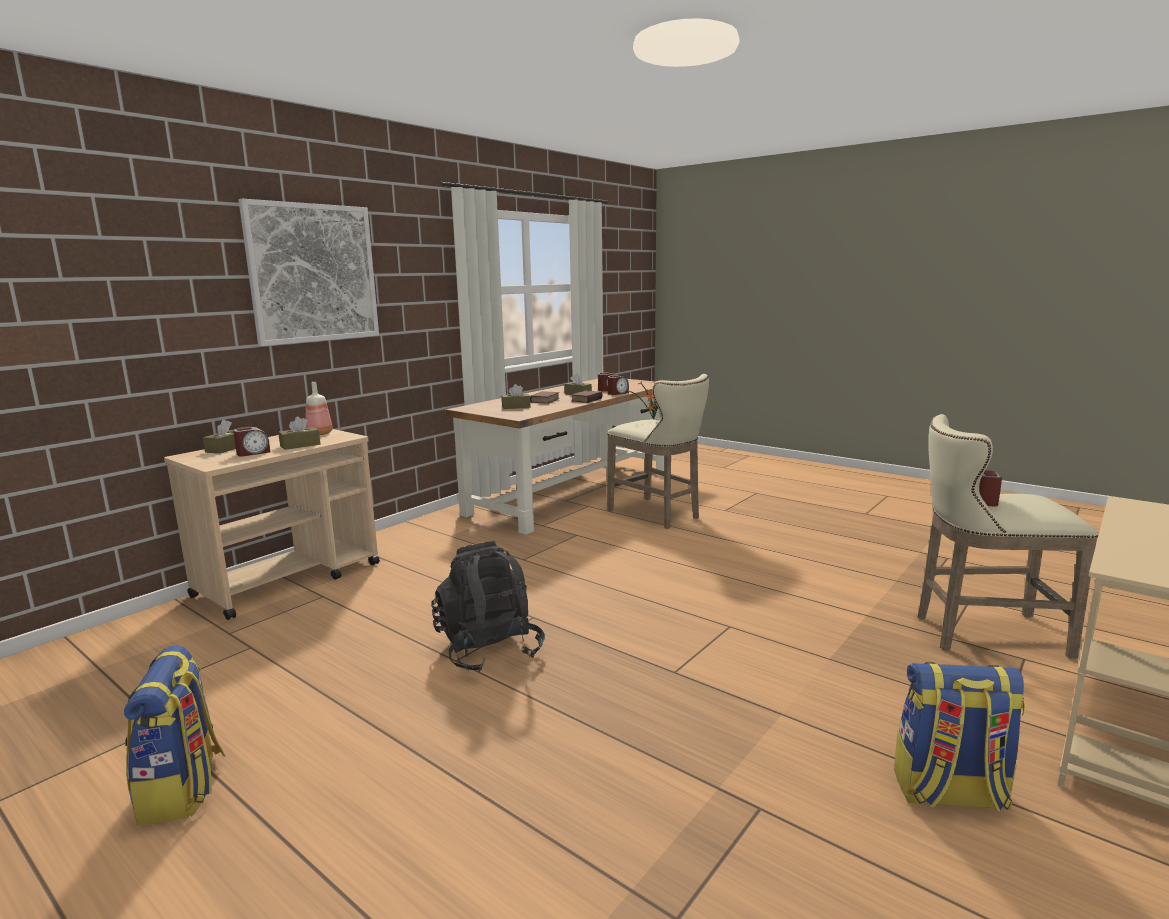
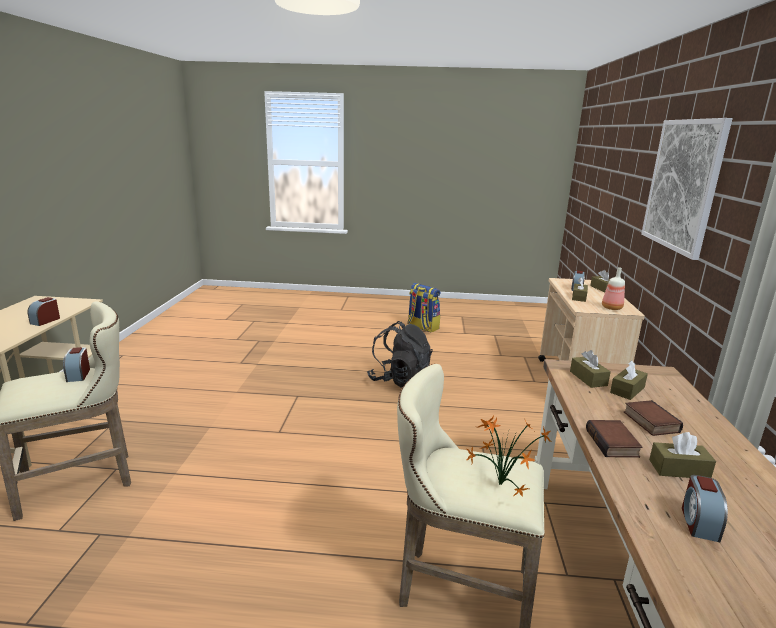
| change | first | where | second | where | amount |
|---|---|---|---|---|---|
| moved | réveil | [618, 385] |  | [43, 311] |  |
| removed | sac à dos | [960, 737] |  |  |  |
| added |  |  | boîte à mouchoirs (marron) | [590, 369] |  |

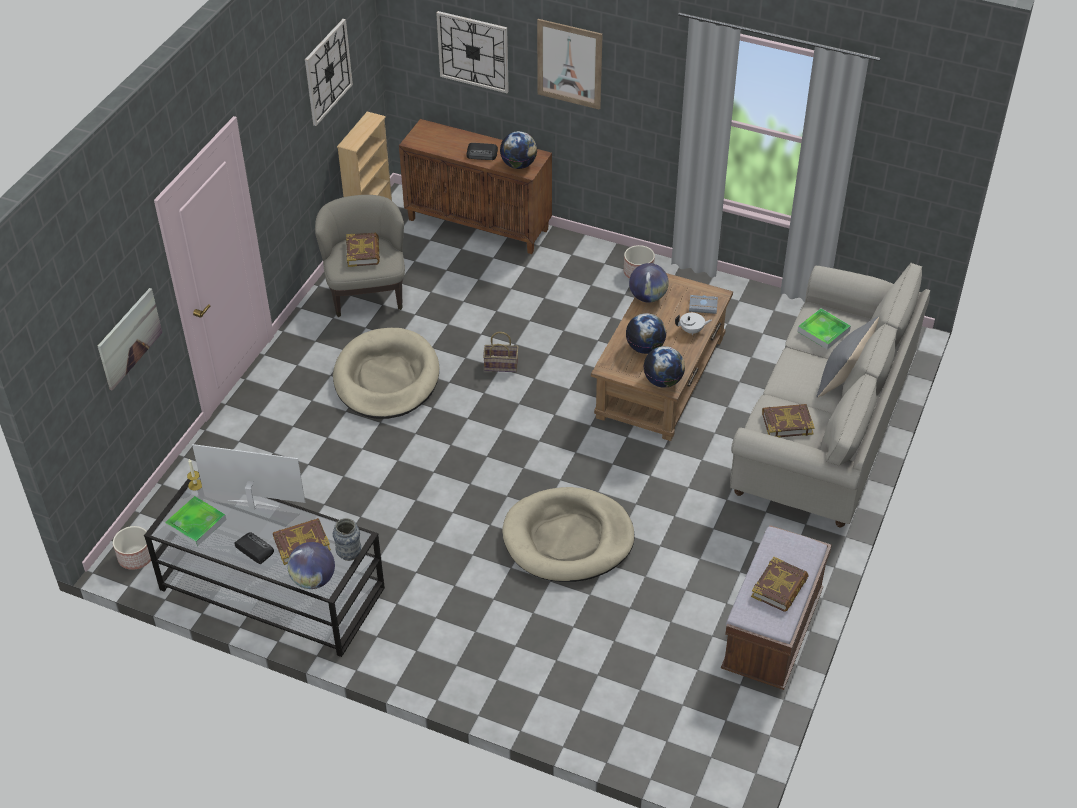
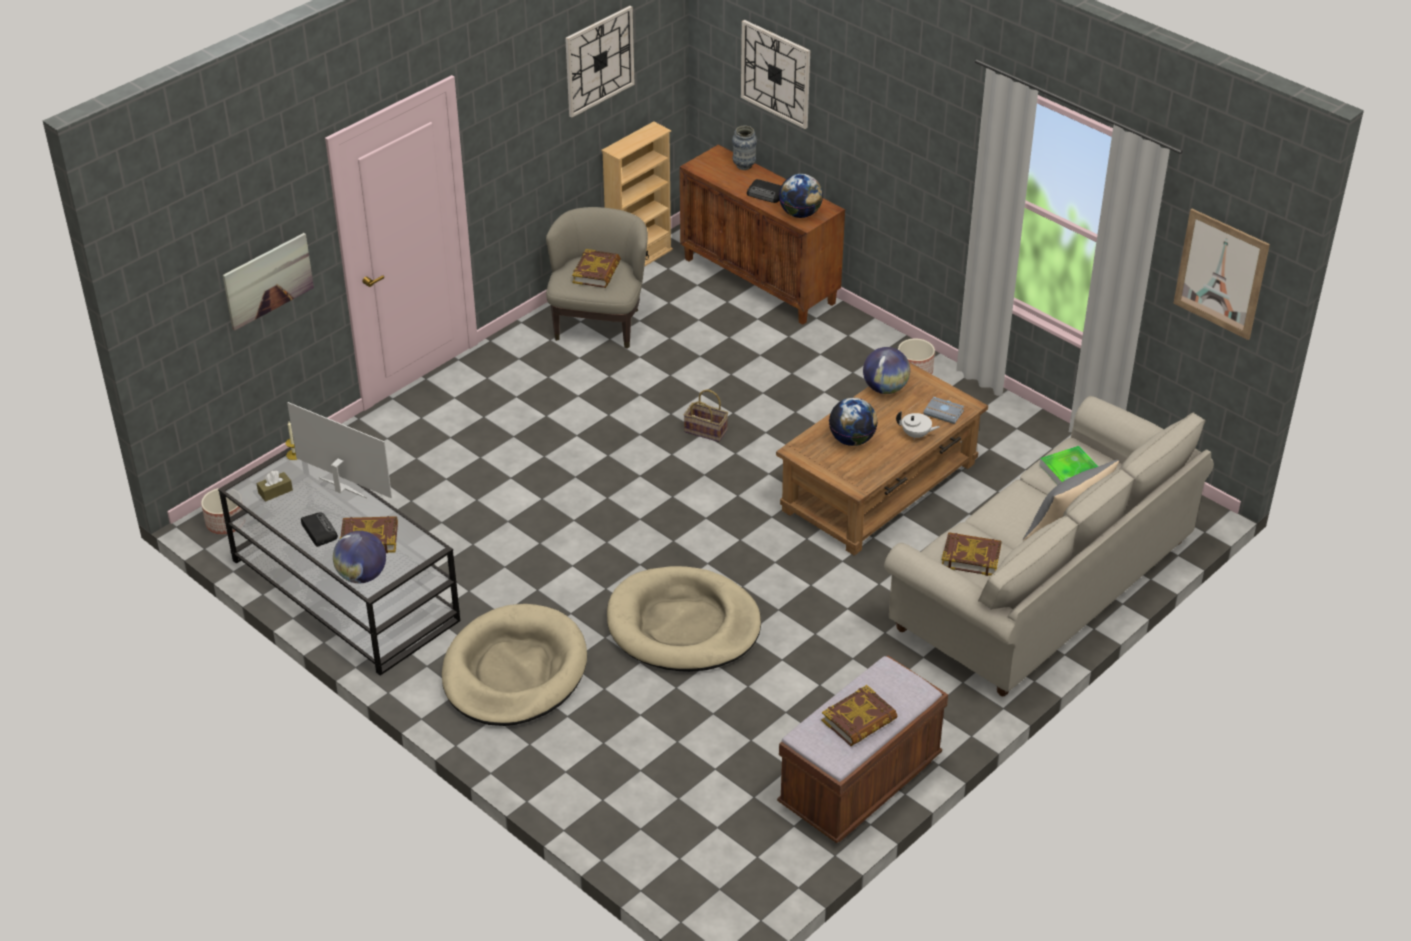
| change | first | where | second | where | amount |
|---|---|---|---|---|---|
| moved | tableau | [570, 64] |  | [1221, 274] |  |
| moved | panier pour chien (beige) | [386, 373] |  | [514, 665] |  |
| removed | globe | [664, 367] |  |  |  |
| replaced | plateau | [196, 521] | boîte à mouchoirs (marron) | [275, 486] |  |
| moved | vase | [347, 539] |  | [744, 148] |  |

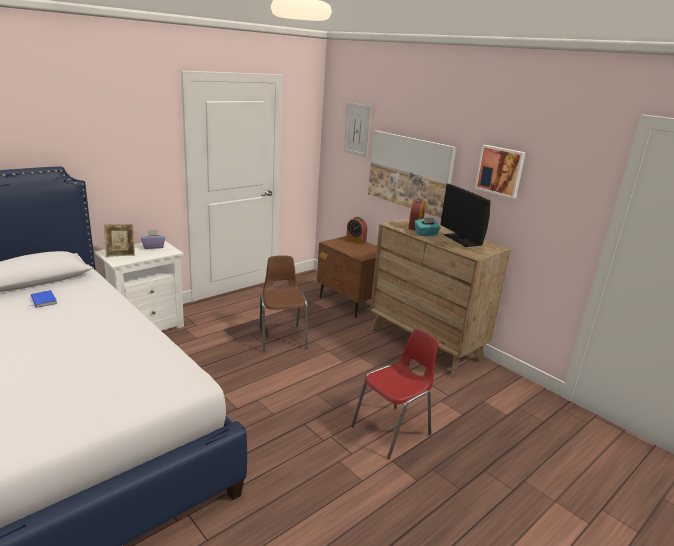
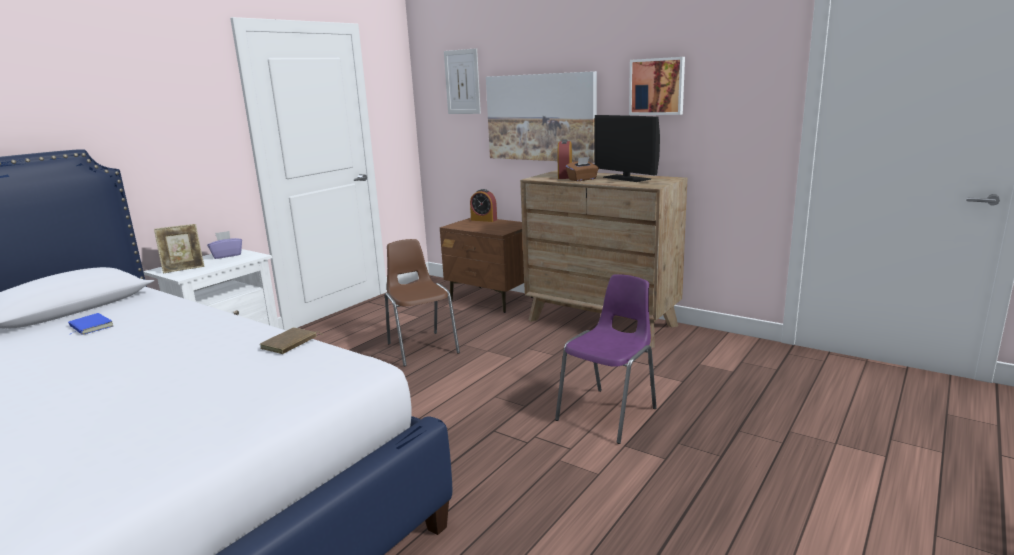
| change | first | where | second | where | amount |
|---|---|---|---|---|---|
| recoloured | boîte à mouchoirs (turquoise) | [427, 227] | boîte à mouchoirs (marron) | [582, 169] |  |
| recoloured | chaise (rouge) | [395, 393] | chaise (violet) | [606, 359] |  |
| added |  |  | livre (marron) | [291, 340] |  |

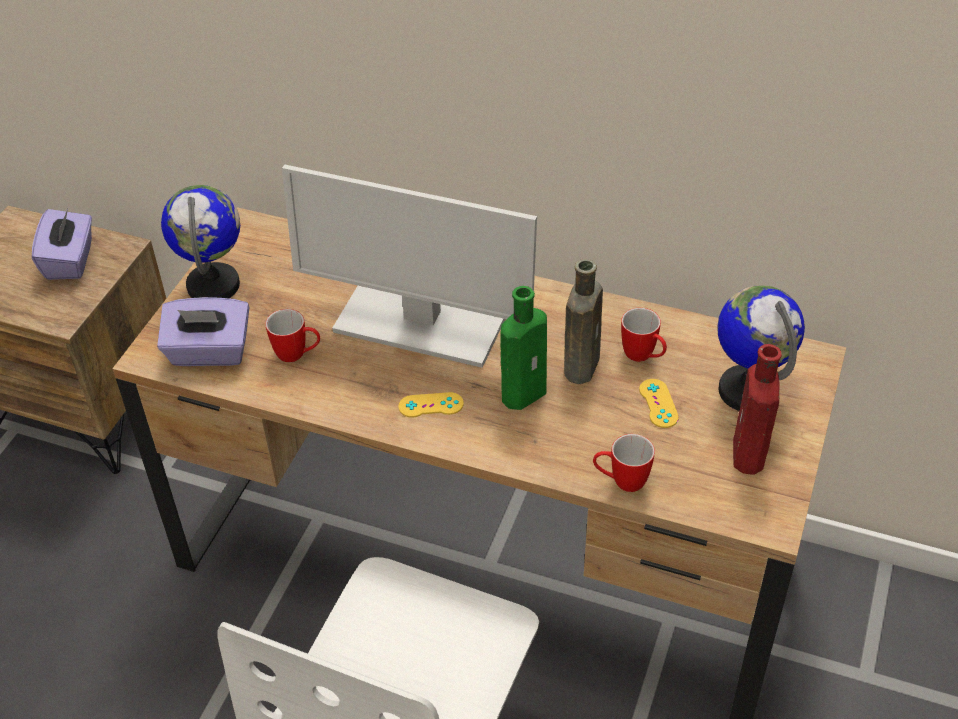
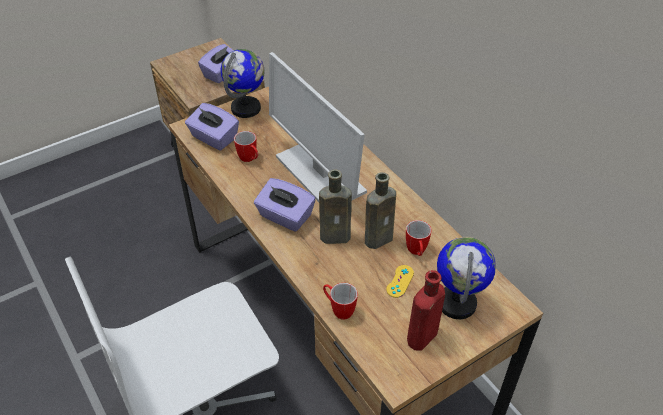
| change | first | where | second | where | amount |
|---|---|---|---|---|---|
| recoloured | bouteille (vert) | [524, 348] | bouteille (marron) | [335, 206] |  |
| replaced | manette (jaune) | [431, 405] | boîte à mouchoirs (violet) | [285, 205] |  |

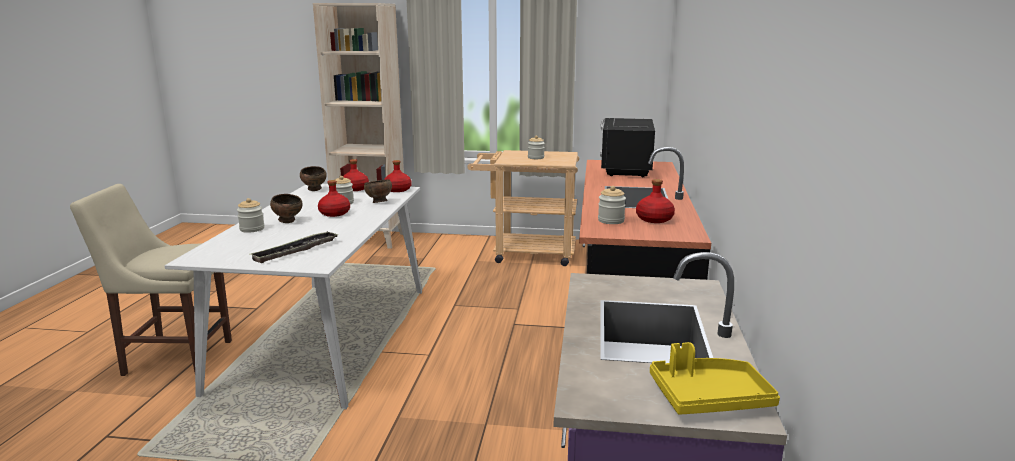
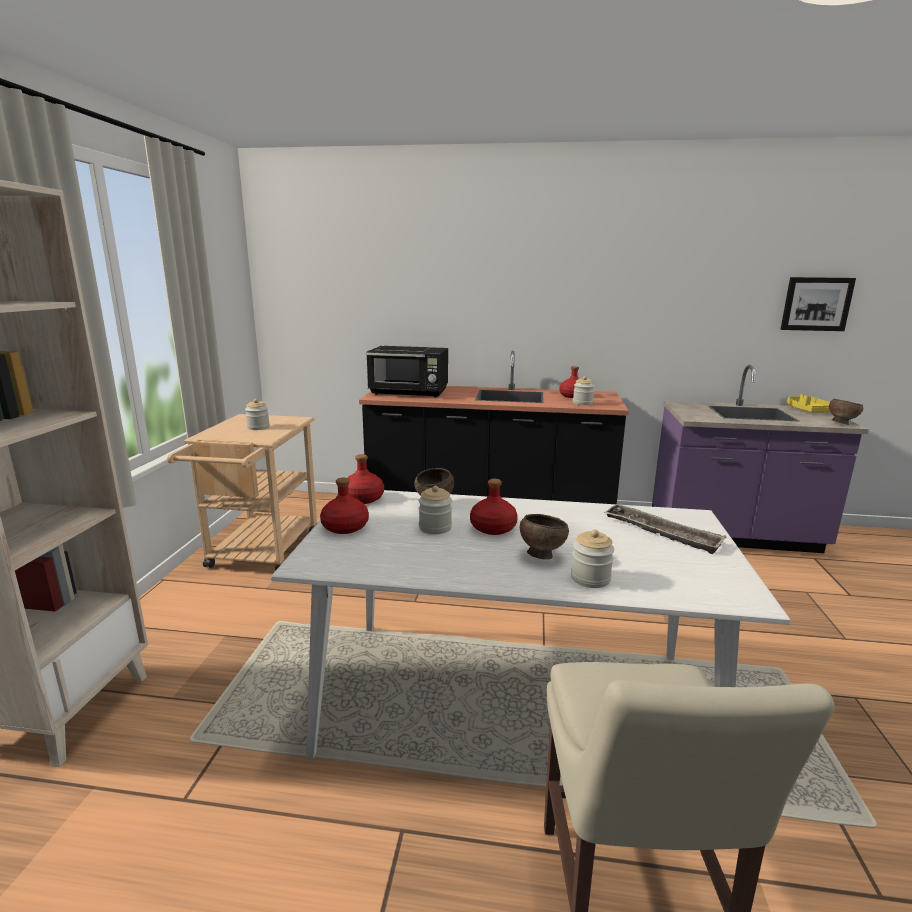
| change | first | where | second | where | amount |
|---|---|---|---|---|---|
| moved | bol (marron) | [313, 178] |  | [846, 412] |  |
| added |  |  | tableau | [818, 304] |  |

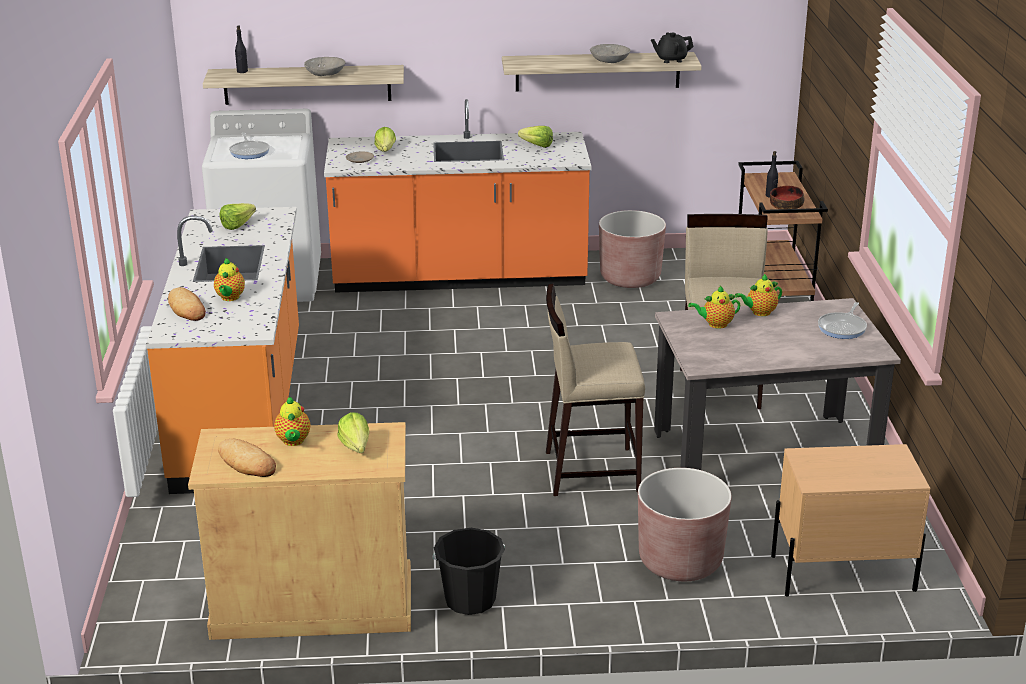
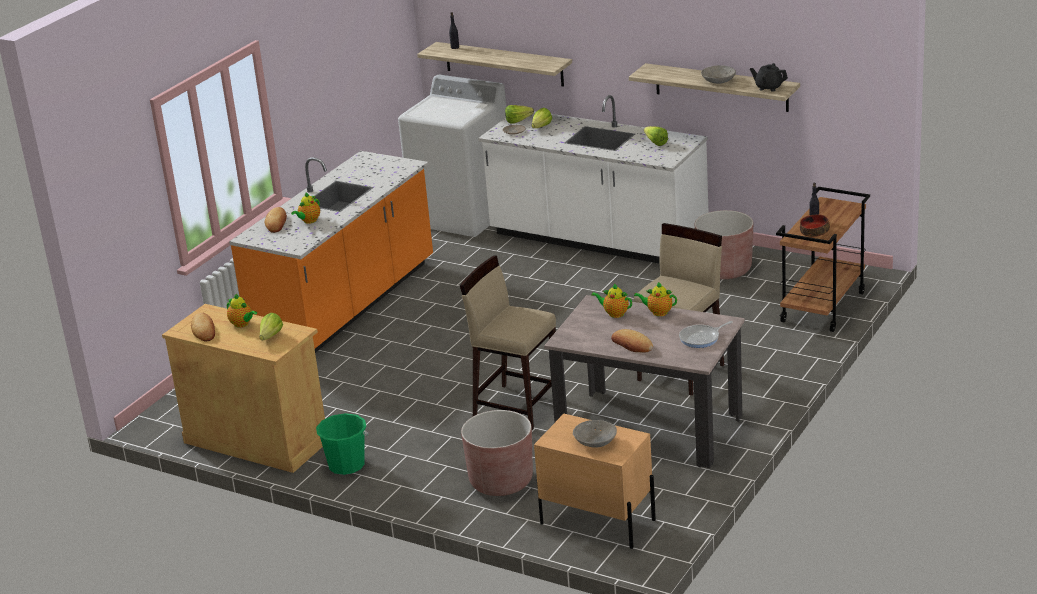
| change | first | where | second | where | amount |
|---|---|---|---|---|---|
| moved | bol (gris) | [325, 66] |  | [595, 433] |  |
| recoloured | comptoir de cuisine (orange) | [457, 196] | comptoir de cuisine (blanc) | [593, 179] |  |
| removed | poêle | [249, 146] |  |  |  |
| moved | laitue | [238, 216] |  | [519, 114] |  |
| turned | théière | [292, 421] |  | [242, 310] | 75 degrees counterclockwise |
| recoloured | seau (noir) | [468, 571] | seau (vert) | [342, 444] |  |
| added |  |  | pain | [632, 341] |  |

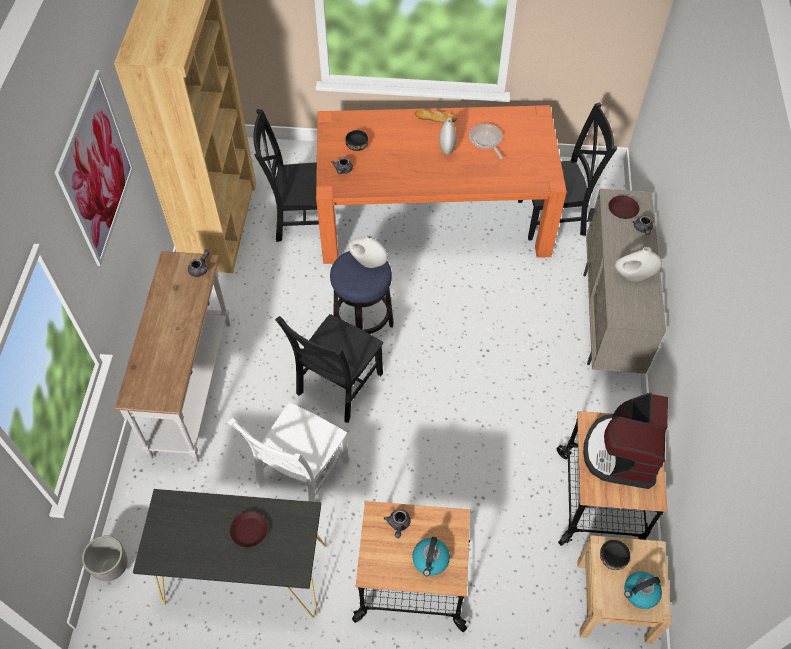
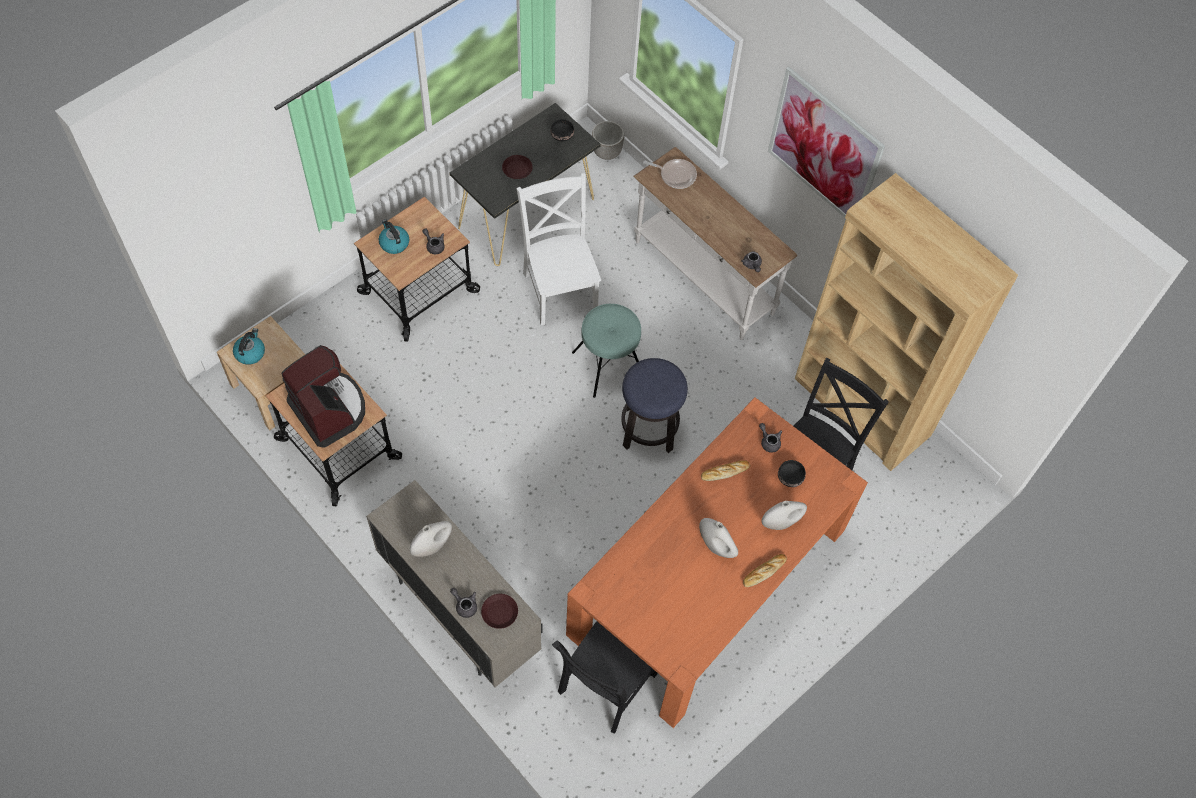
| change | first | where | second | where | amount |
|---|---|---|---|---|---|
| moved | poêle | [486, 141] |  | [670, 174] |  |
| moved | vase (blanc) | [368, 251] |  | [784, 515] |  |
| replaced | chaise (noir) | [329, 368] | tabouret (turquoise) | [606, 351] |  |
| moved | bol (noir) | [615, 555] |  | [562, 130] |  |
| added |  |  | pain | [725, 470] |  |

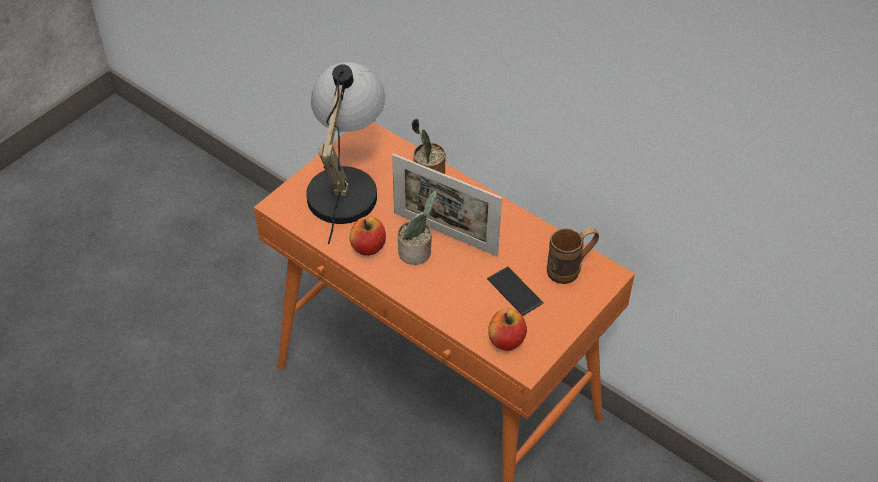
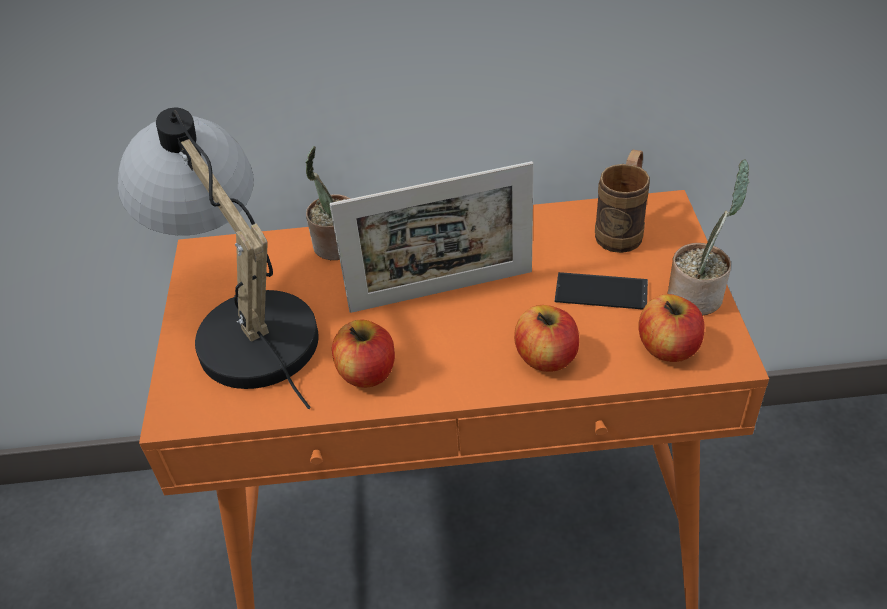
| change | first | where | second | where | amount |
|---|---|---|---|---|---|
| moved | plante en pot | [417, 228] |  | [708, 237] |  |
| added |  |  | pomme | [546, 338] |  |

